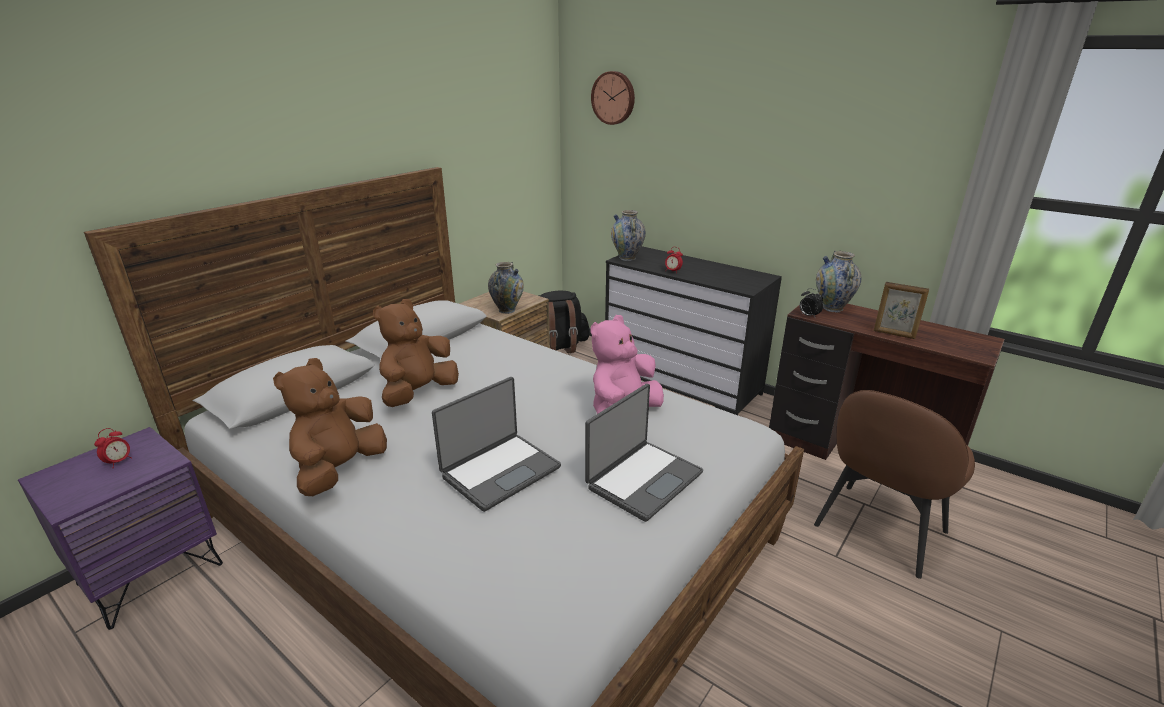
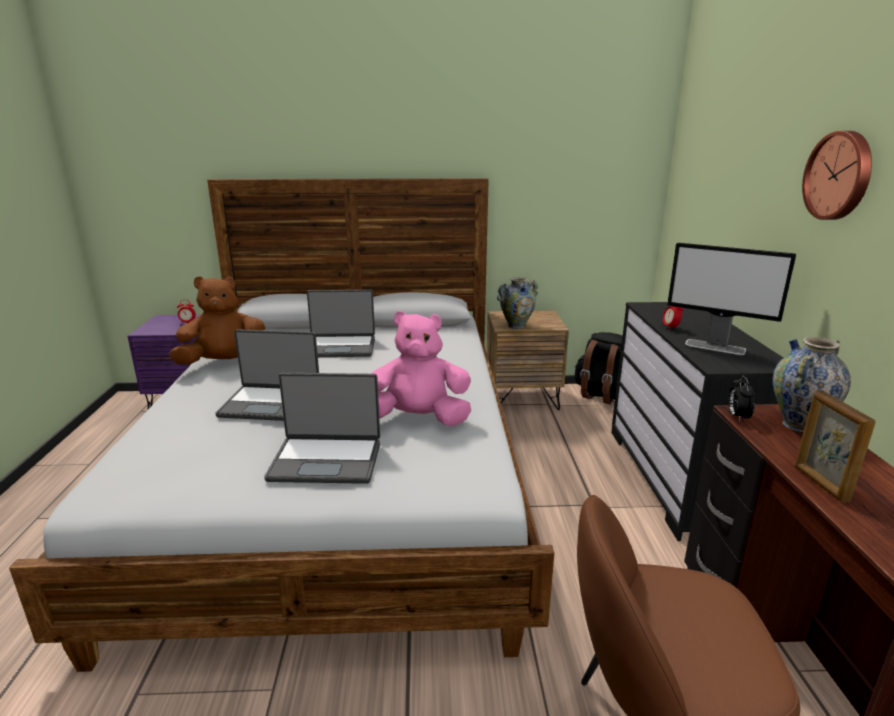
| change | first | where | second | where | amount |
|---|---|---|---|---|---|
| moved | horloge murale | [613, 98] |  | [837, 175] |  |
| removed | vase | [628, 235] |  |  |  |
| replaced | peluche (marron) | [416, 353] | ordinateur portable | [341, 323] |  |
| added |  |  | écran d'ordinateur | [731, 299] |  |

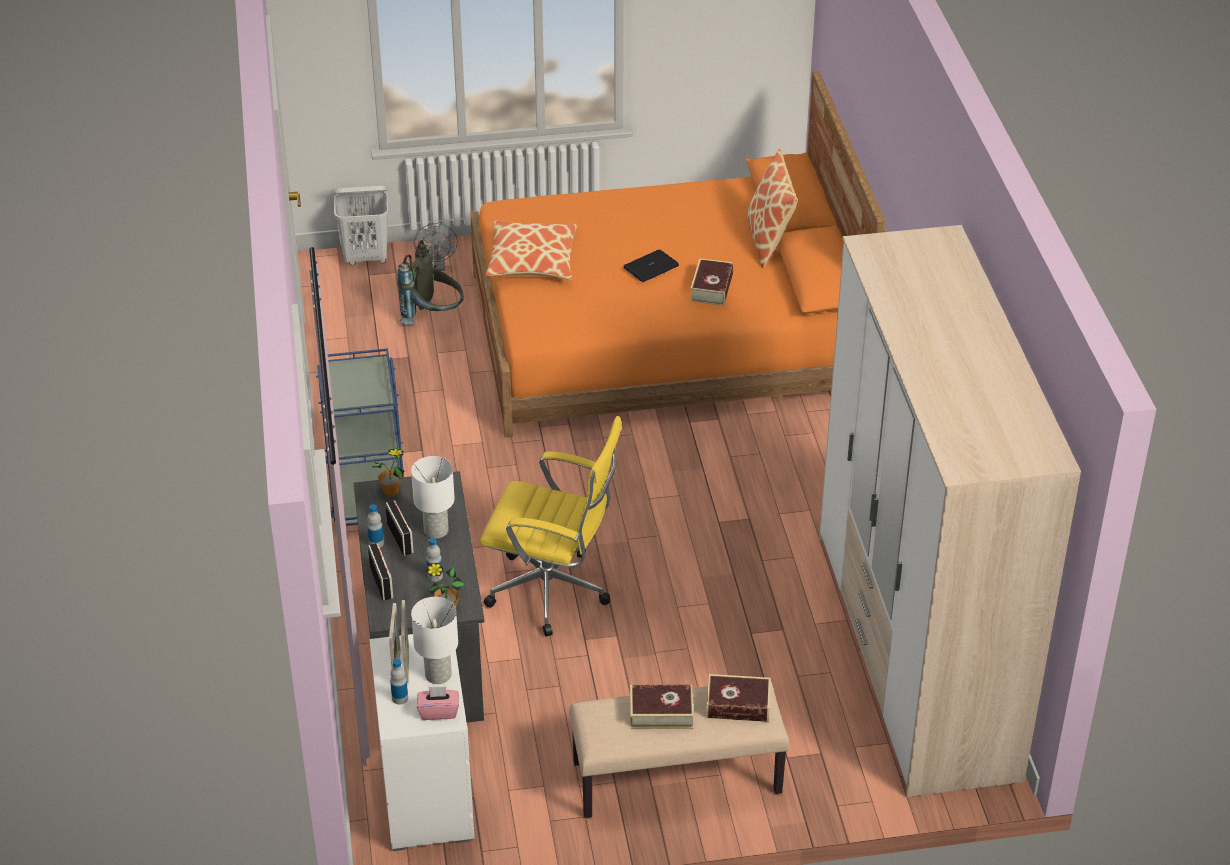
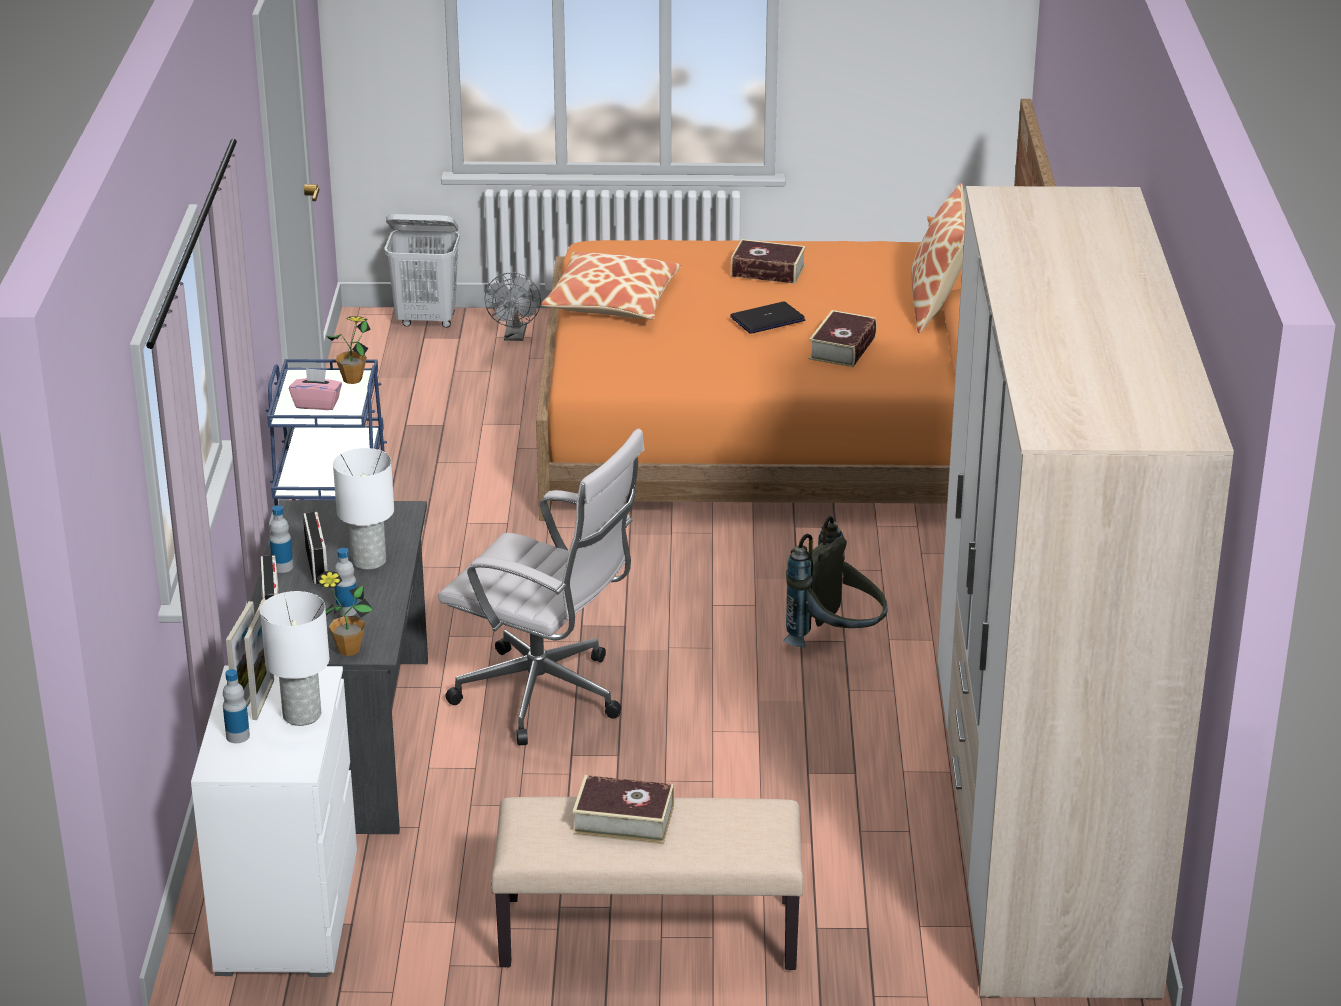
| change | first | where | second | where | amount |
|---|---|---|---|---|---|
| moved | sac à dos (gris) | [430, 282] |  | [835, 582] |  |
| recoloured | chaise de bureau (jaune) | [551, 526] | chaise de bureau (blanc) | [541, 587] |  |
| moved | plante en pot | [388, 471] |  | [348, 350] |  |
| moved | livre | [738, 698] |  | [768, 261] |  |
| moved | boîte à mouchoirs (rose) | [438, 703] |  | [315, 389] |  |

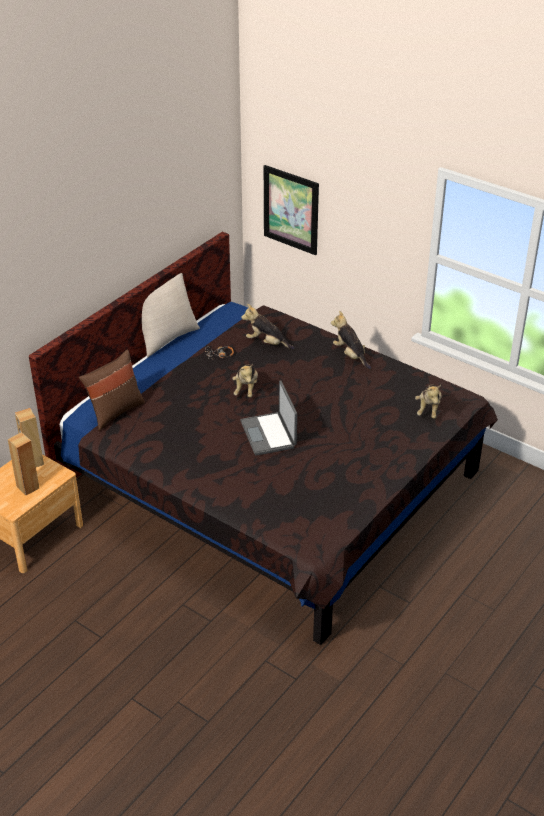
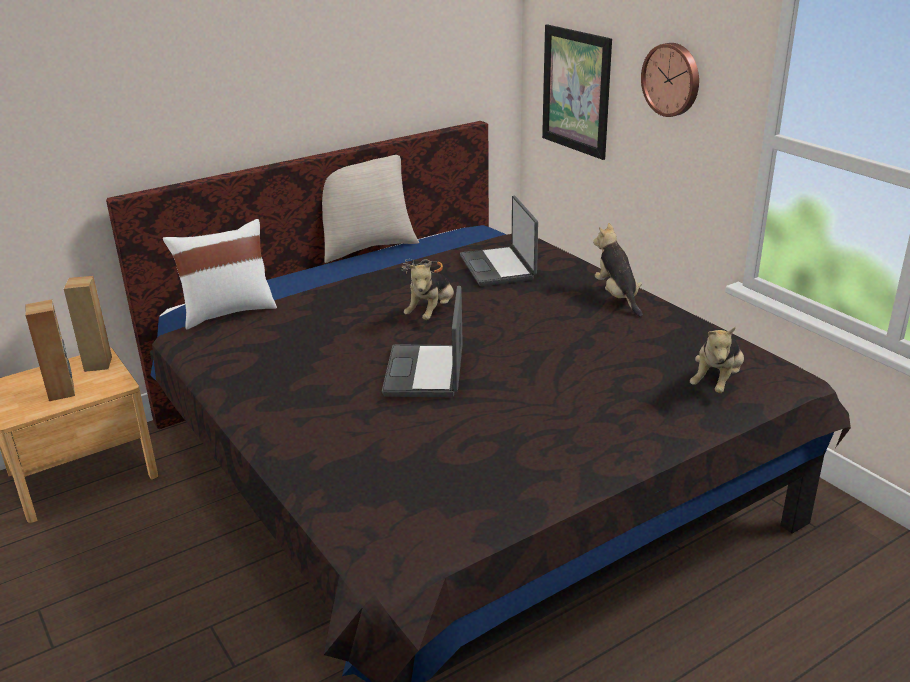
| change | first | where | second | where | amount |
|---|---|---|---|---|---|
| replaced | peluche | [268, 327] | ordinateur portable | [499, 241] |  |
| recoloured | coussin (marron) | [112, 390] | coussin (blanc) | [220, 274] |  |
| added |  |  | horloge murale | [670, 80] |  |

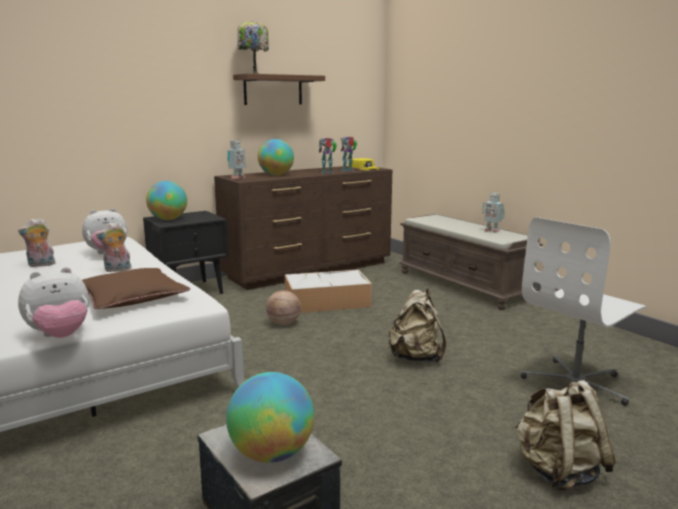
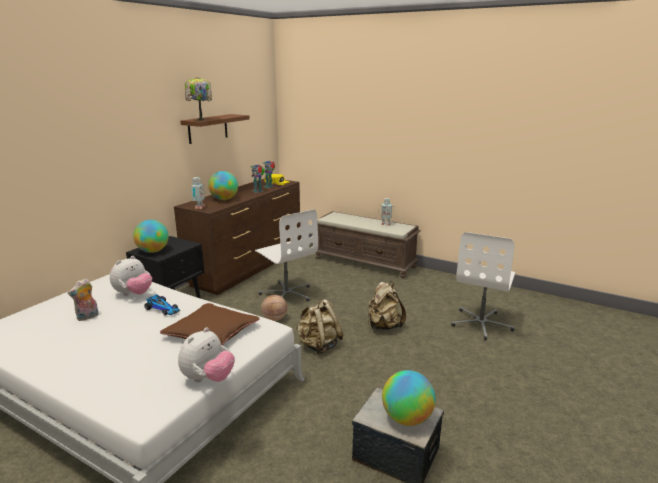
| change | first | where | second | where | amount |
|---|---|---|---|---|---|
| replaced | peluche | [114, 247] | petite voiture | [162, 304] |  |
| replaced | boîte de rangement | [328, 291] | chaise de bureau (blanc) | [286, 255] |  |
| moved | sac à dos (beige) | [565, 435] |  | [319, 326] |  |

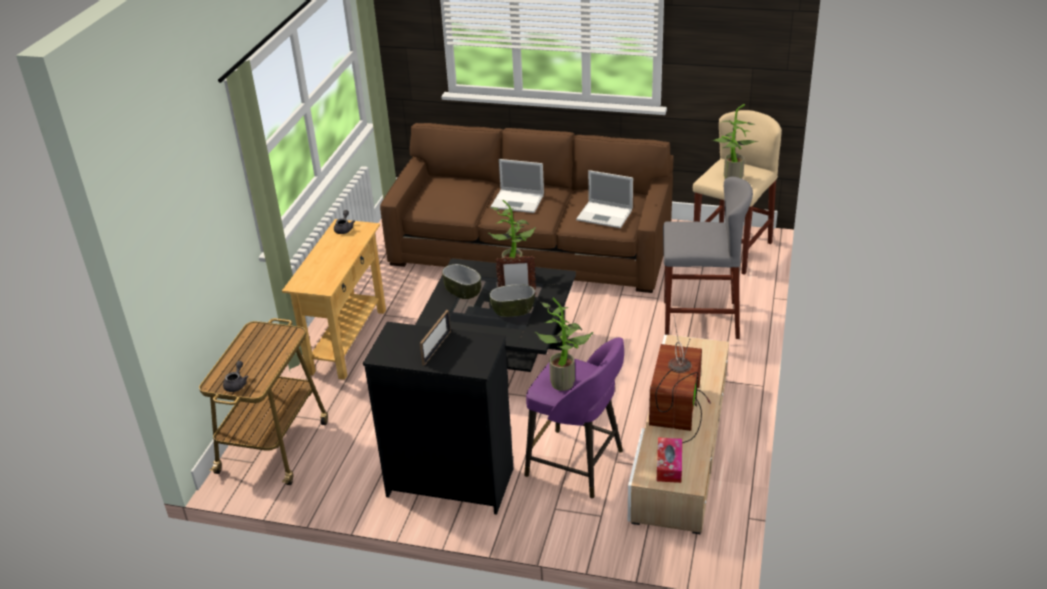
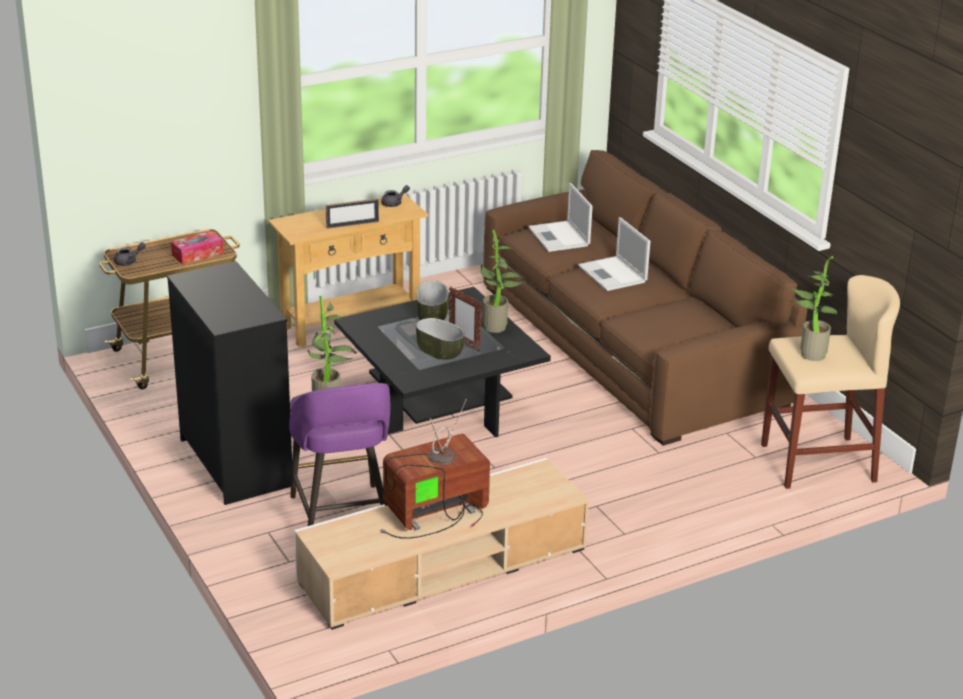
| change | first | where | second | where | amount |
|---|---|---|---|---|---|
| moved | ordinateur portable | [604, 199] |  | [560, 217] |  |
| removed | tabouret (gris) | [708, 258] |  |  |  |
| moved | cadre photo | [435, 338] |  | [352, 213] |  |
| moved | boîte à mouchoirs | [669, 460] |  | [197, 248] |  |

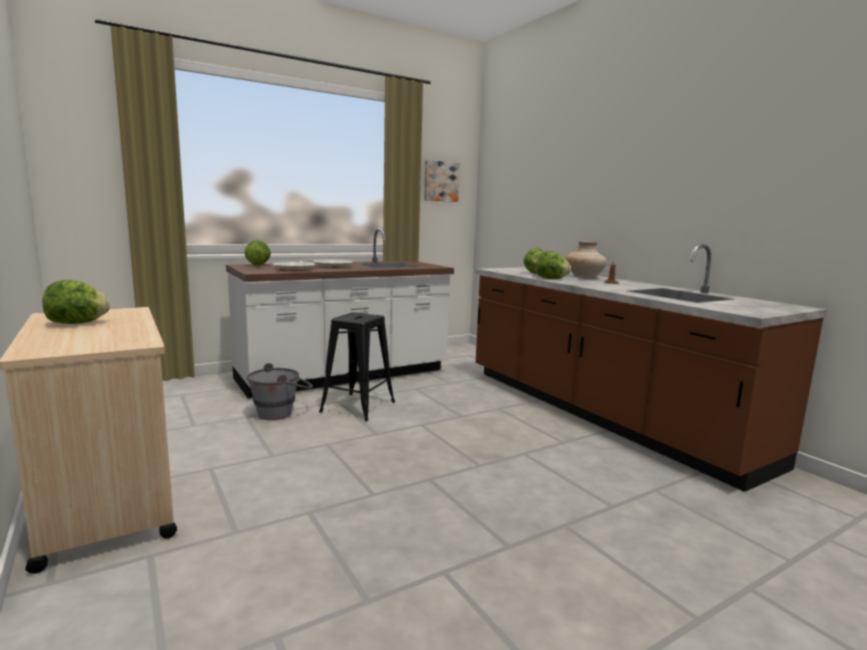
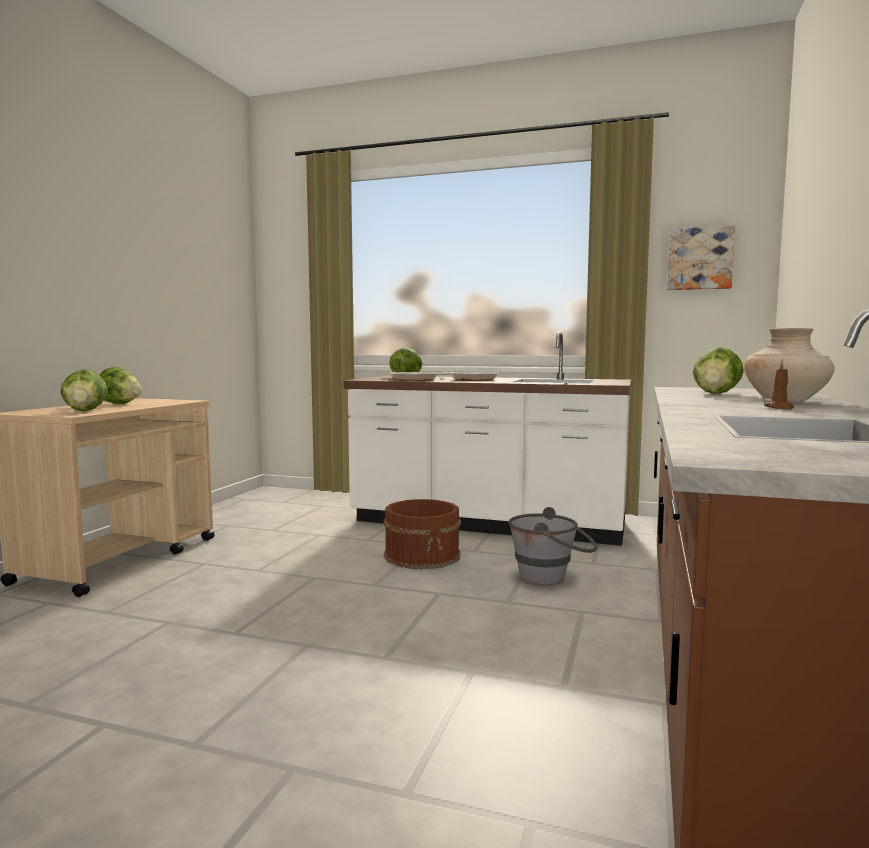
| change | first | where | second | where | amount |
|---|---|---|---|---|---|
| moved | laitue | [553, 265] |  | [84, 390] |  |
| replaced | tabouret (noir) | [357, 366] | seau (marron) | [422, 534] |  |
| moved | seau (gris) | [280, 391] |  | [552, 546] |  |

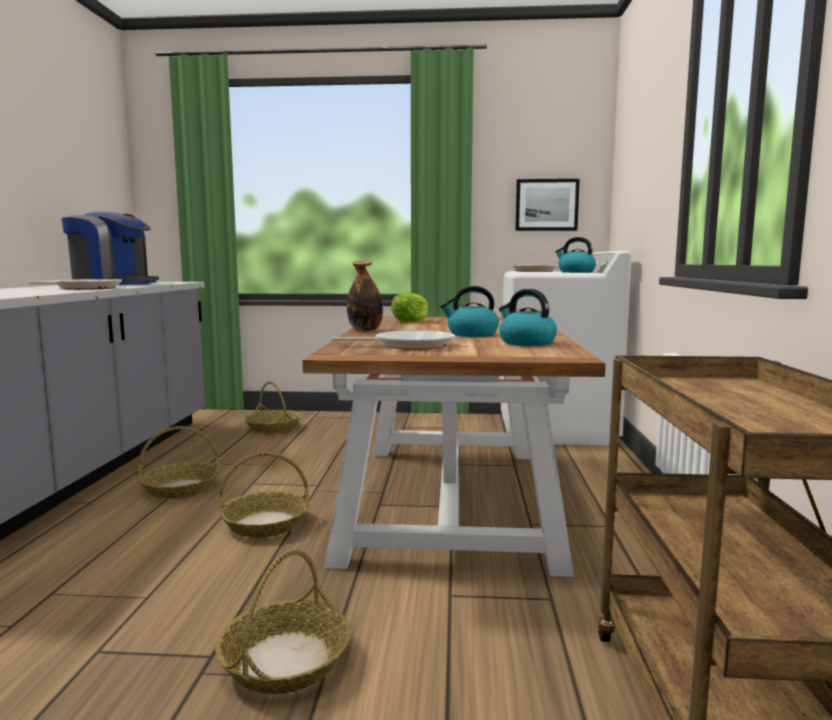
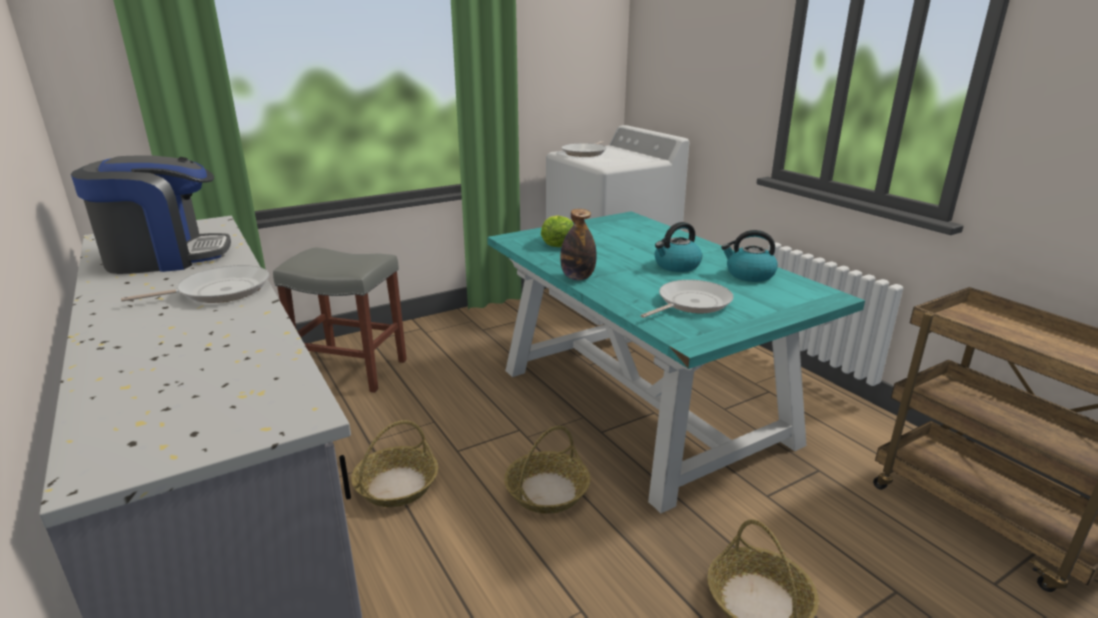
| change | first | where | second | where | amount |
|---|---|---|---|---|---|
| removed | tableau | [547, 205] |  |  |  |
| removed | bouilloire | [575, 255] |  |  |  |
| recoloured | table à manger (marron) | [454, 446] | table à manger (turquoise) | [676, 362] |  |
| replaced | panier | [272, 407] | tabouret (gris) | [340, 320] |  |

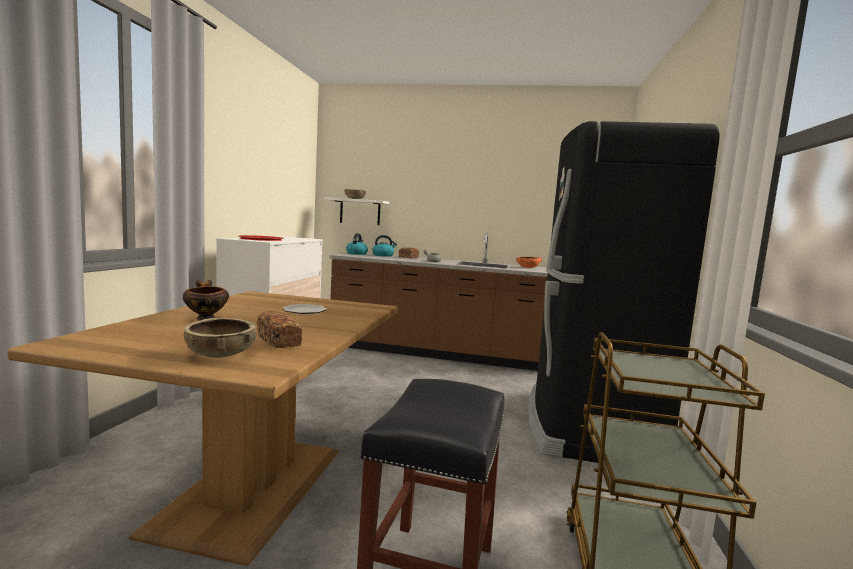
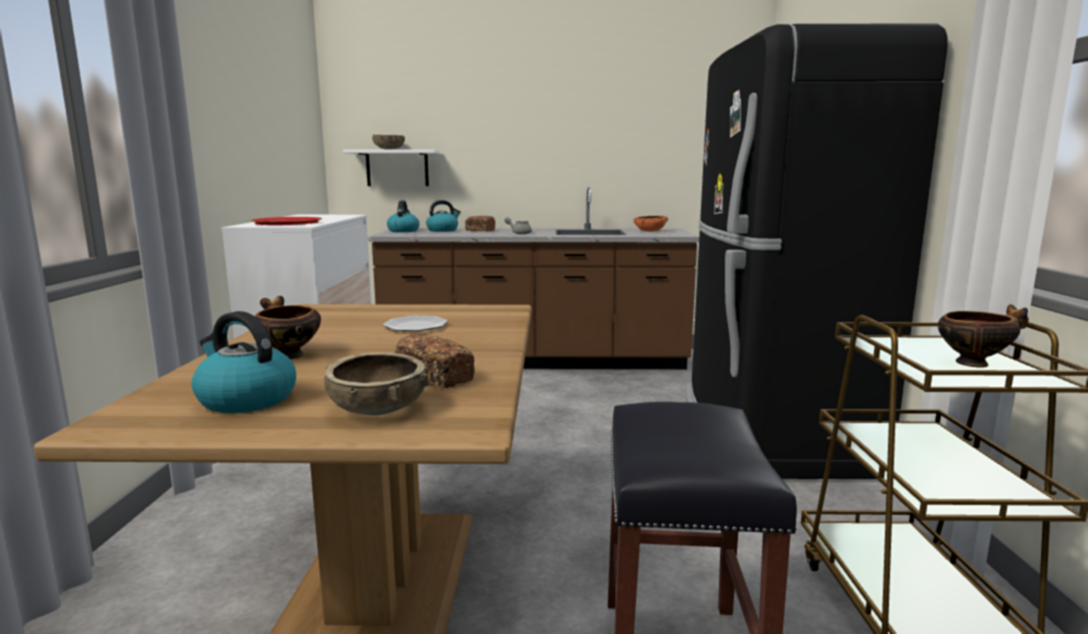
| change | first | where | second | where | amount |
|---|---|---|---|---|---|
| added |  |  | bol | [983, 336] |  |
| added |  |  | bouilloire | [244, 362] |  |

